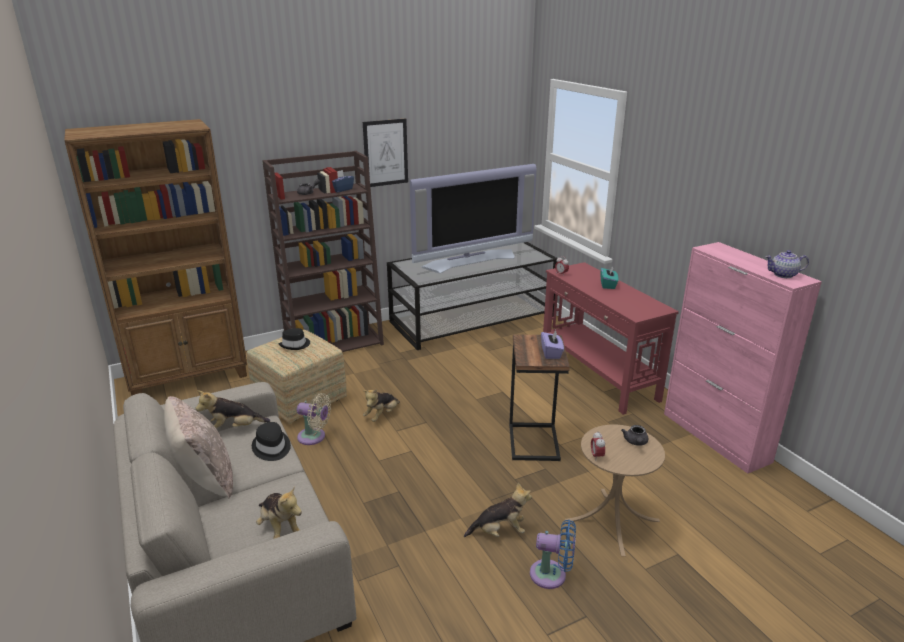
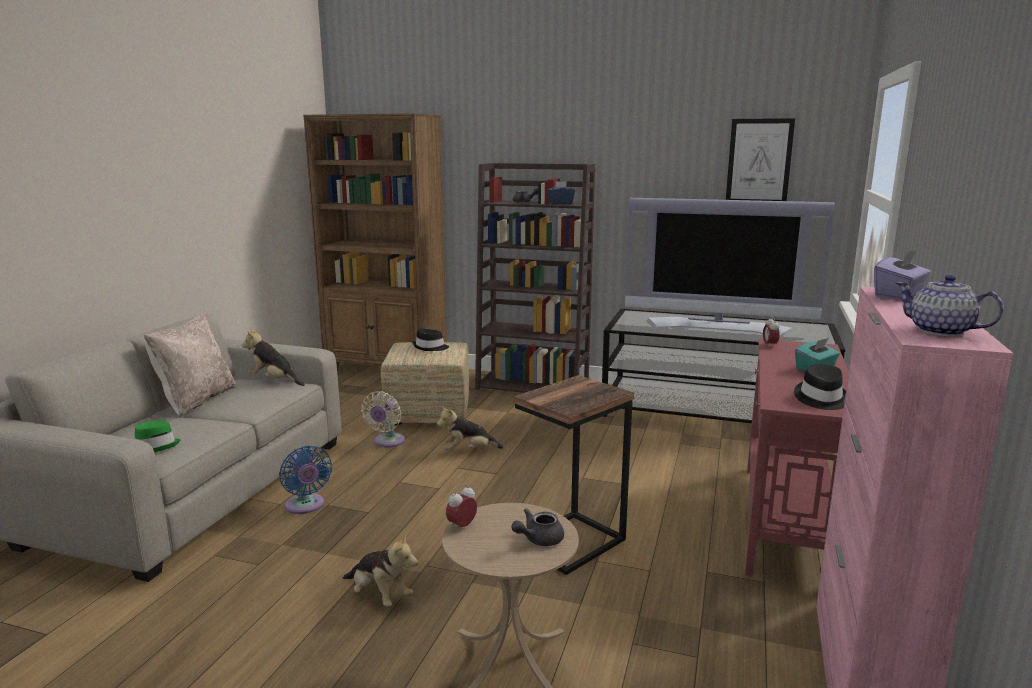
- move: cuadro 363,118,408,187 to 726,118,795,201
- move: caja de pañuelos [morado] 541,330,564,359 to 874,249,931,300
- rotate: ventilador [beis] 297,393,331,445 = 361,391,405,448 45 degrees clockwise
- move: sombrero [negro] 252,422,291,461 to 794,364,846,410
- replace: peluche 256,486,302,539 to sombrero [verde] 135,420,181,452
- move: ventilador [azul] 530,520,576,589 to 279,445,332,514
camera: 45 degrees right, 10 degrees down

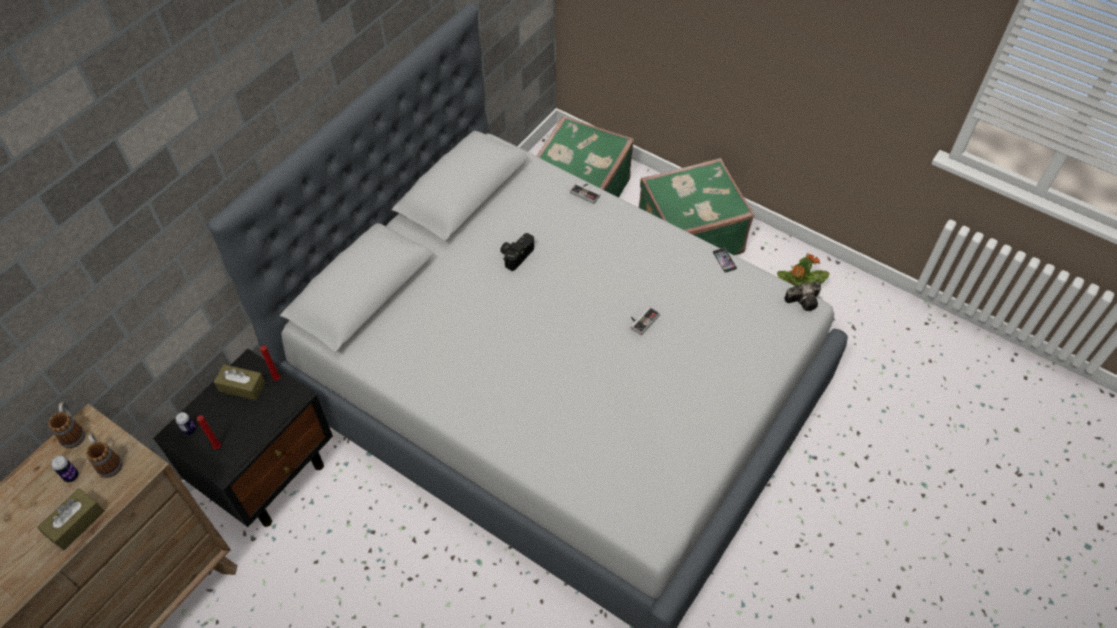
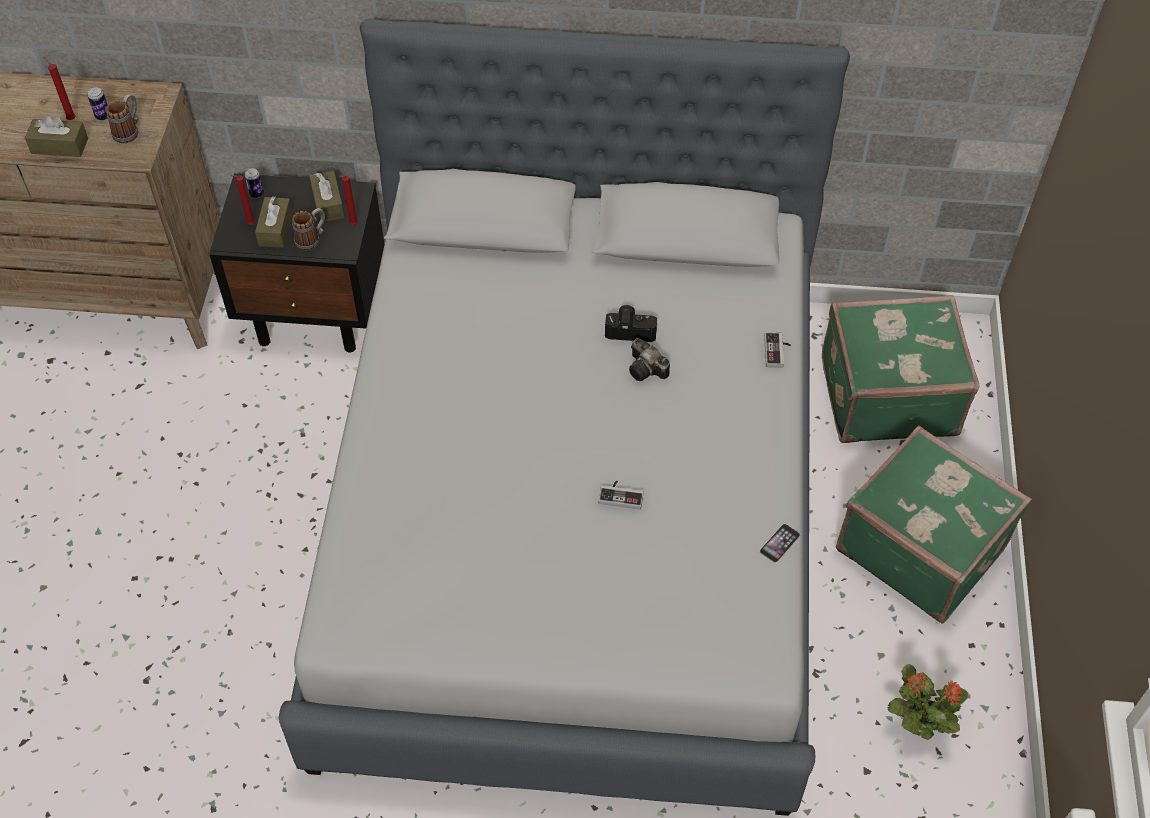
- move: cámara 784,281,821,311 to 629,338,670,381
- move: taza grande 48,402,85,448 to 292,208,325,250
- insert: vela [rojo] 44,57,76,120
- insert: caja de pañuelos [marrón] 255,196,293,247
camera: 60 degrees right, 0 degrees up

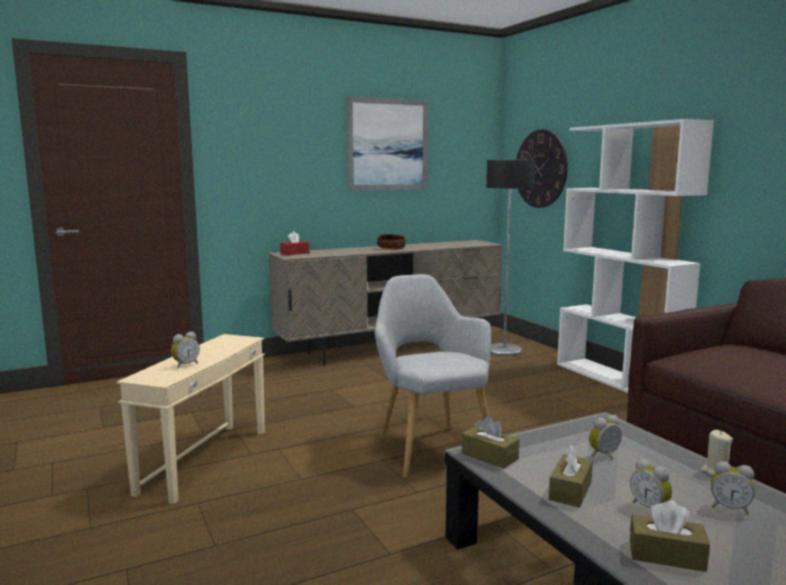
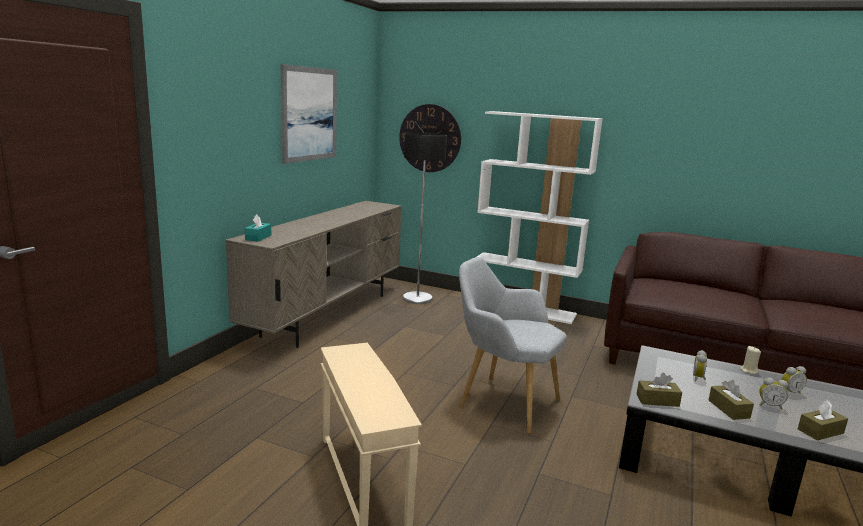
- recolor: caja de pañuelos [rojo] 280,231,310,255 to caja de pañuelos [turquesa] 245,214,271,242
- delete: cuenco 377,234,406,250
- delete: despertador 171,331,200,368
camera: 40 degrees left, 5 degrees up

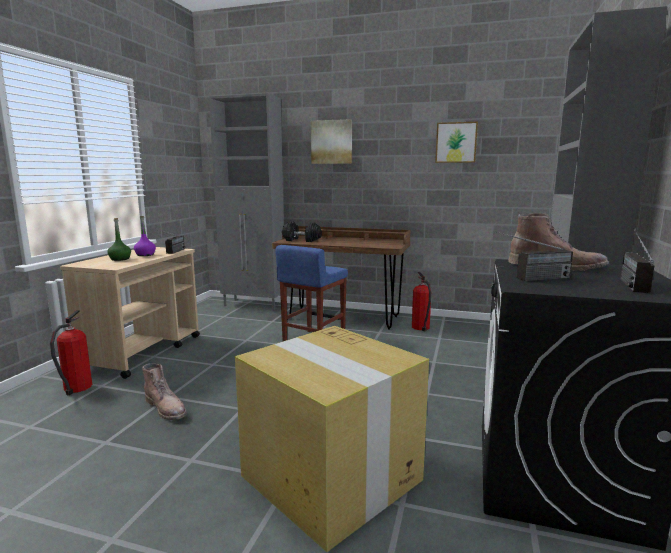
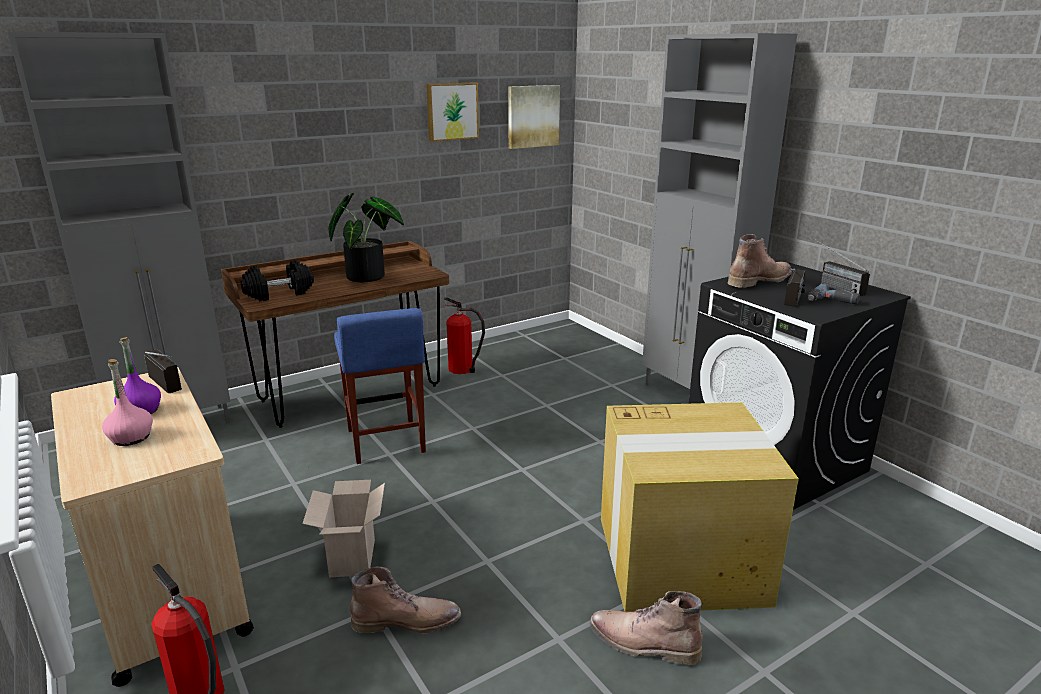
- move: cuadro 311,119,352,164 to 508,85,560,149
- recolor: botella [verde] 107,218,131,261 to botella [rosa] 102,359,153,446
- insert: planta en maceta 328,193,404,282
- insert: taladro 807,284,860,304
- insert: caja de cartón 302,480,385,578
- insert: bota [marrón] 590,591,703,665
camera: 50 degrees left, 10 degrees up

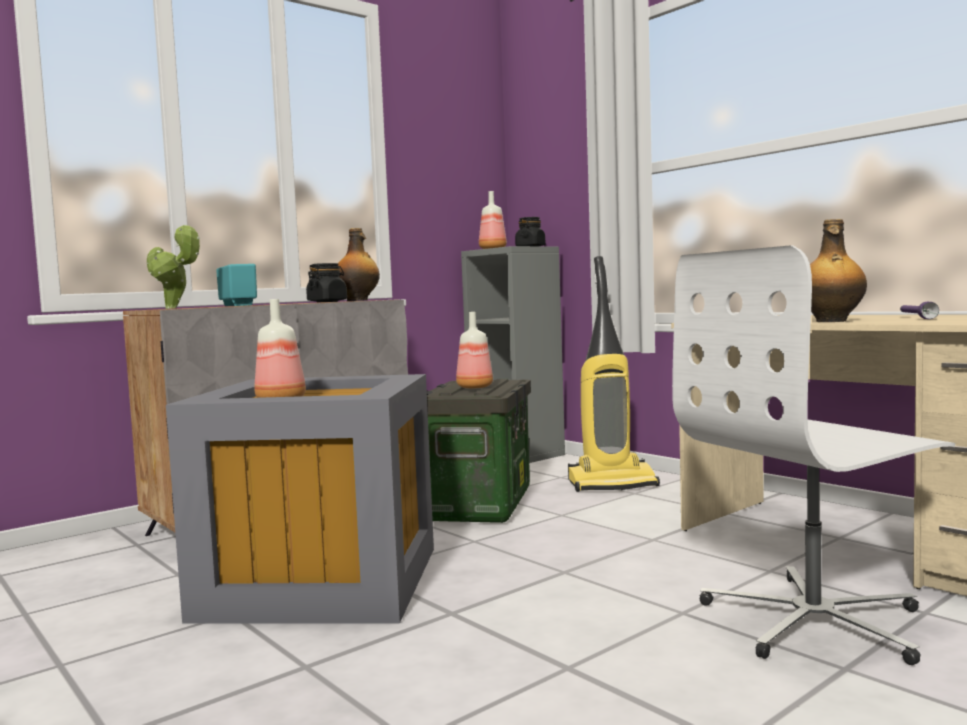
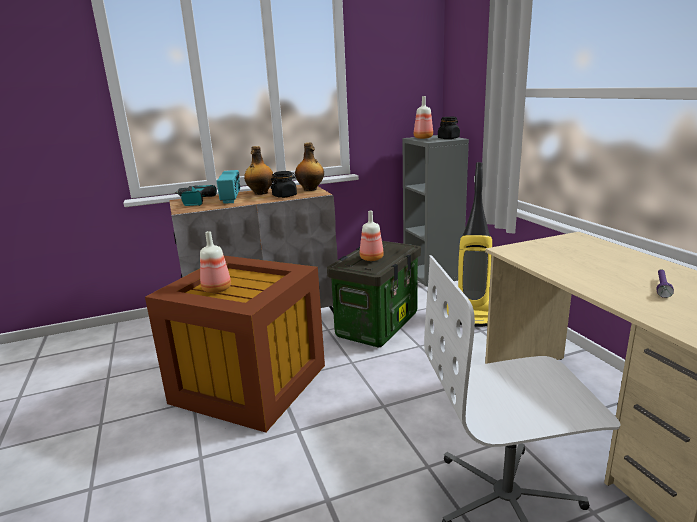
- move: botella 810,219,867,322 to 244,146,274,195
- replace: planta en maceta 147,225,200,309 to taladro 175,185,217,206
- recolor: caja de almacenaje [gris] 166,374,434,624 to caja de almacenaje [marrón] 145,256,325,433
camera: 20 degrees right, 15 degrees up

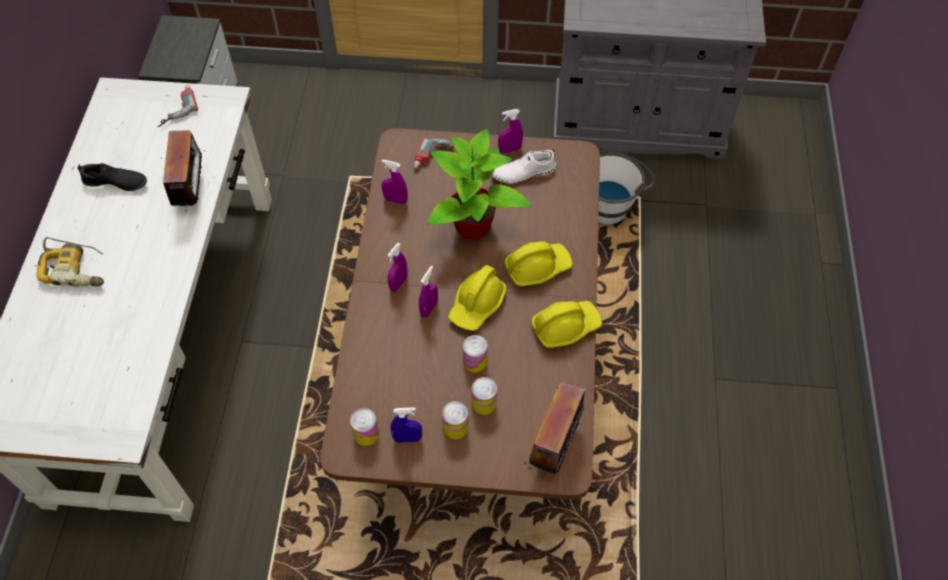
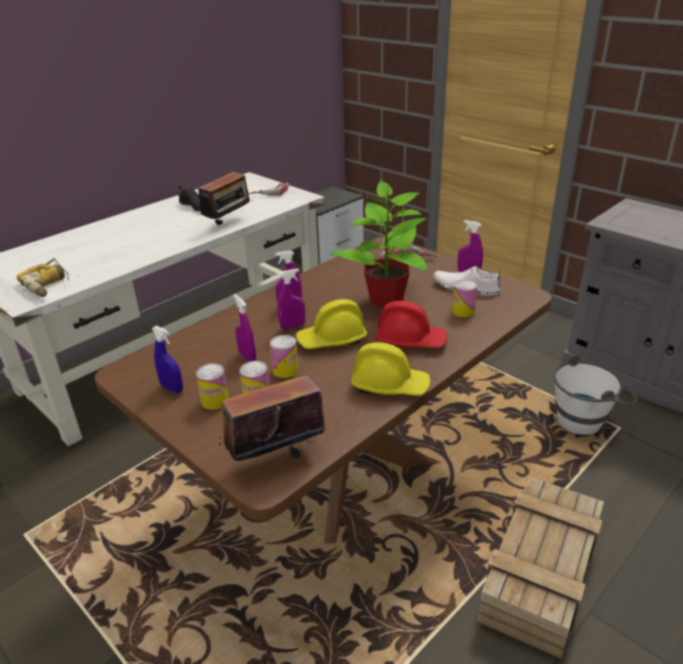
- move: pulverizador [morado] 381,160,408,204 to 234,294,256,362
- move: taladro 36,237,104,287 to 16,258,69,297
- recolor: casco [amarillo] 505,242,573,287 to casco [rojo] 376,301,448,348
- move: lata 350,408,379,446 to 452,279,477,317
- insert: caja de embalaje 477,476,604,659
camera: 40 degrees right, 25 degrees down

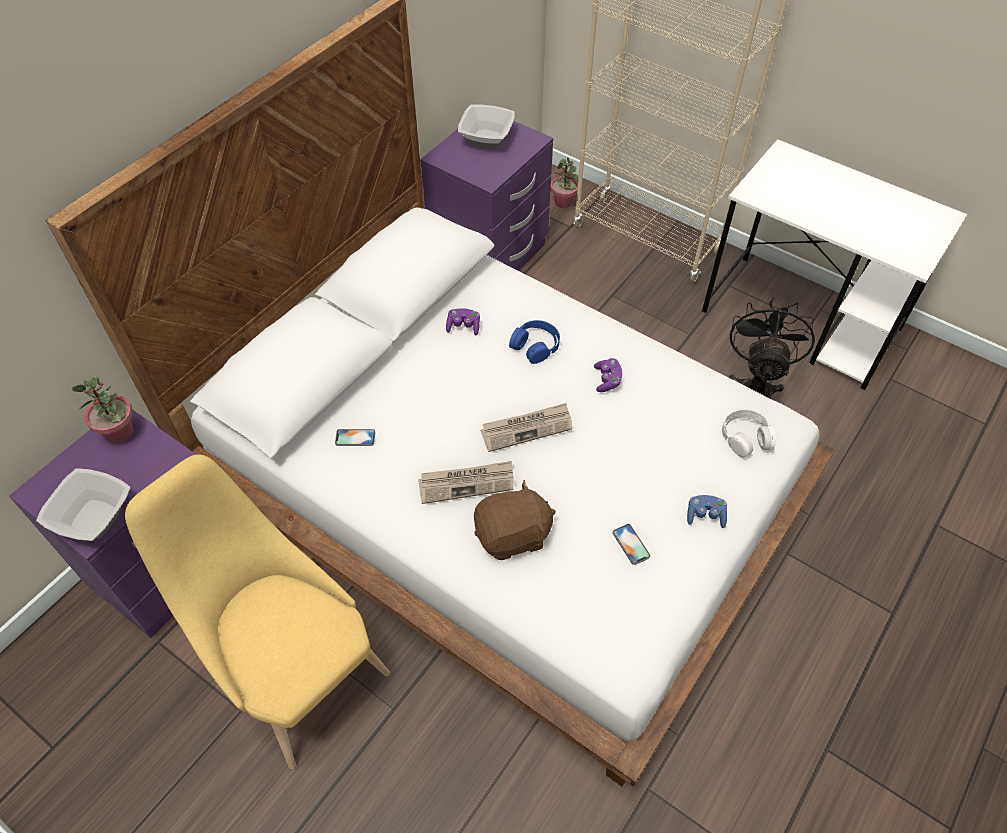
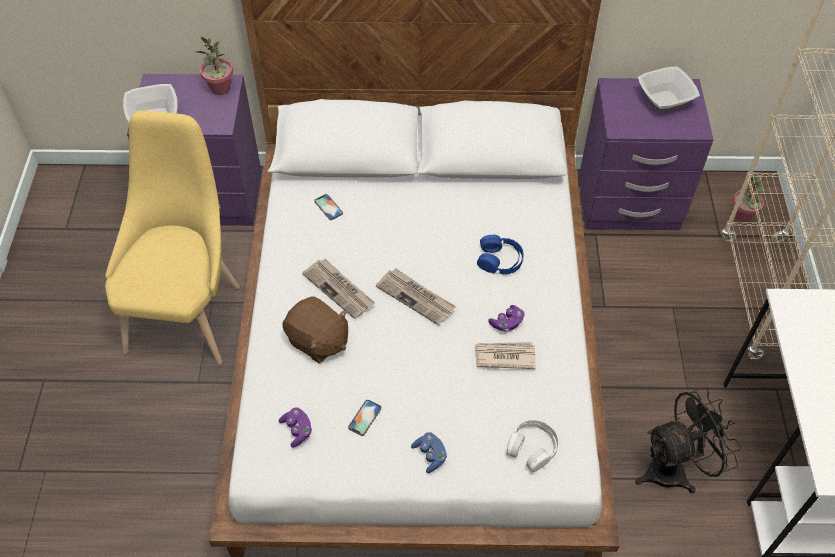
- move: mando de consola [morado] 446,308,480,335 to 279,407,312,447
- insert: periódico 475,342,536,369
camera: 55 degrees right, 0 degrees up

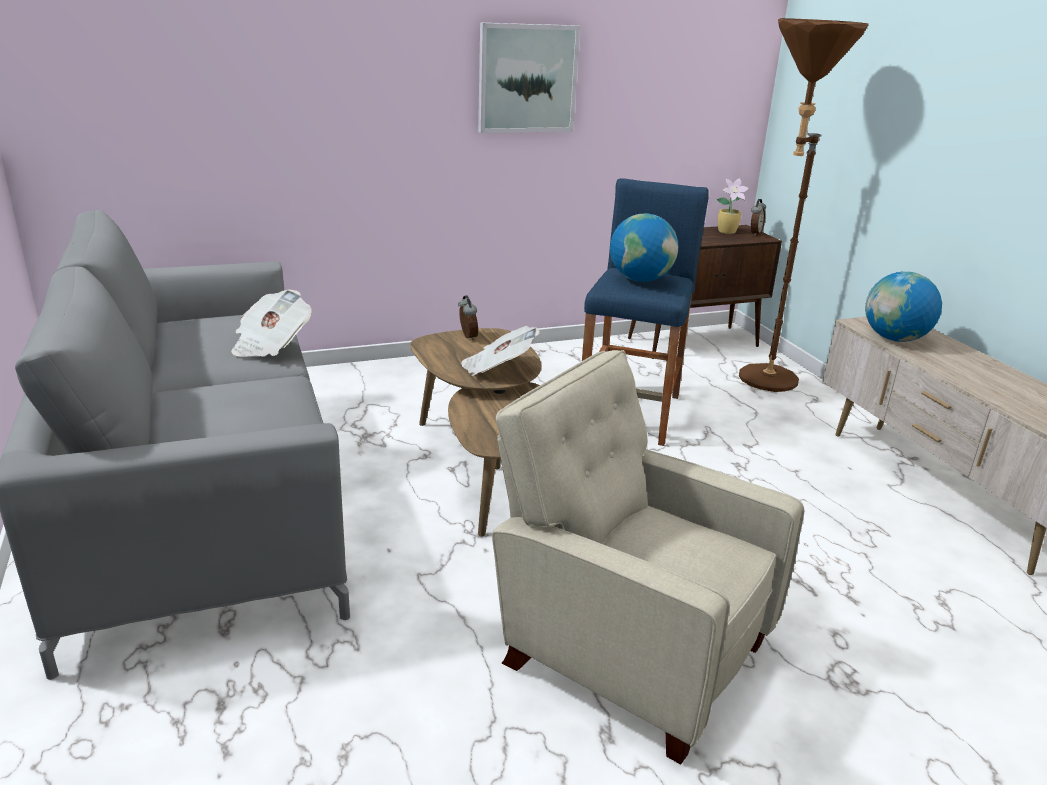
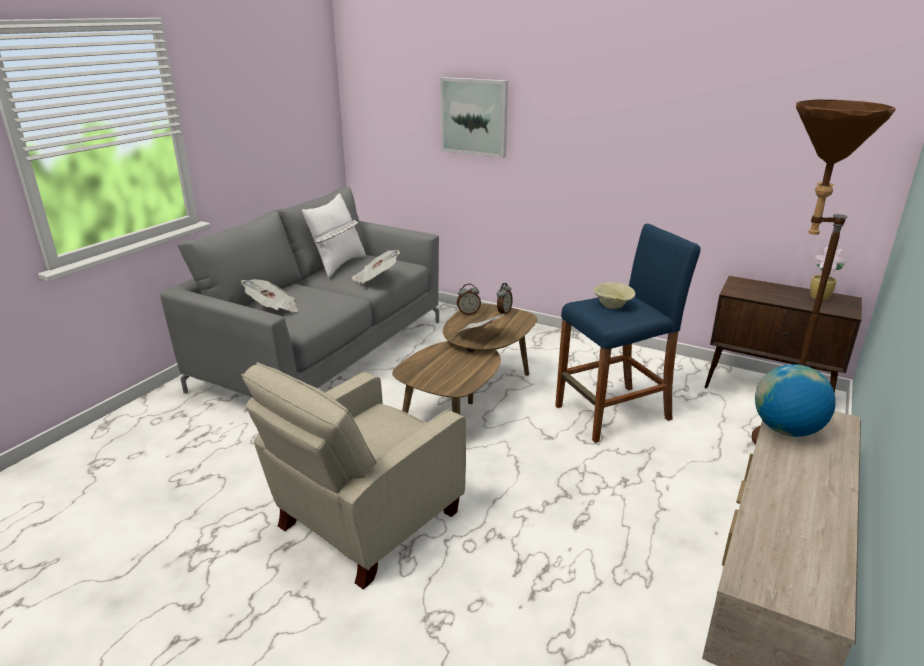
- move: cuadro 478,23,580,133 to 440,77,508,158
- move: despertador 751,199,766,236 to 457,284,481,315
- replace: globo terráqueo 610,213,678,282 to cuenco [beis] 594,282,636,309
- rotate: sillón [beis] 492,350,804,765 = 241,362,466,590 135 degrees counterclockwise
- insert: cojín [blanco] 302,194,365,278
- insert: periódico 241,279,298,312
camera: 50 degrees right, 0 degrees up

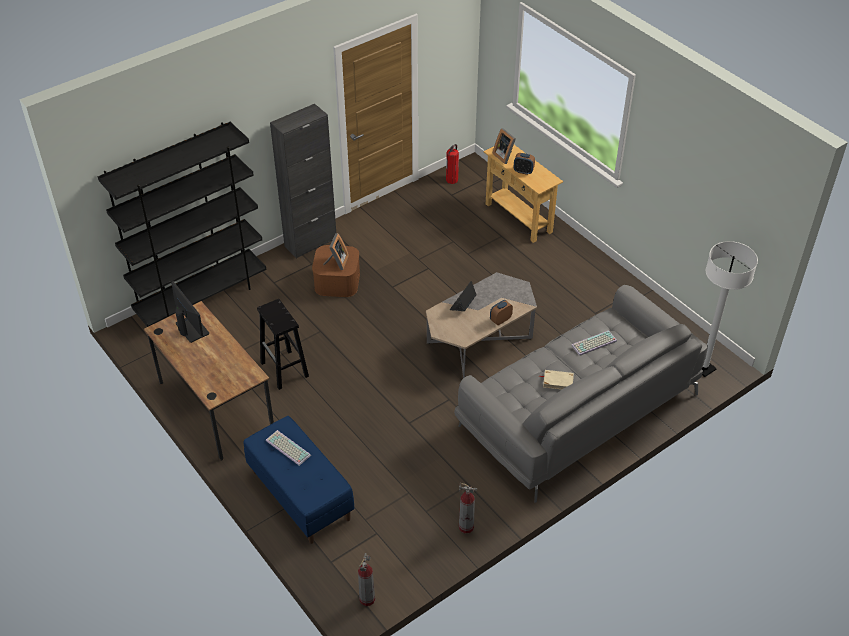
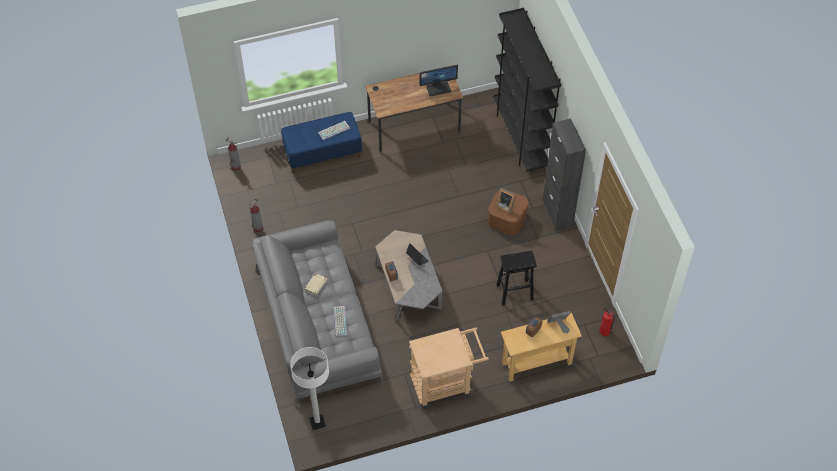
- move: taburete [negro] 257,299,309,390 to 497,250,537,306
- insert: carrito [beis] 409,328,489,409
camera: 110 degrees right, 10 degrees up

